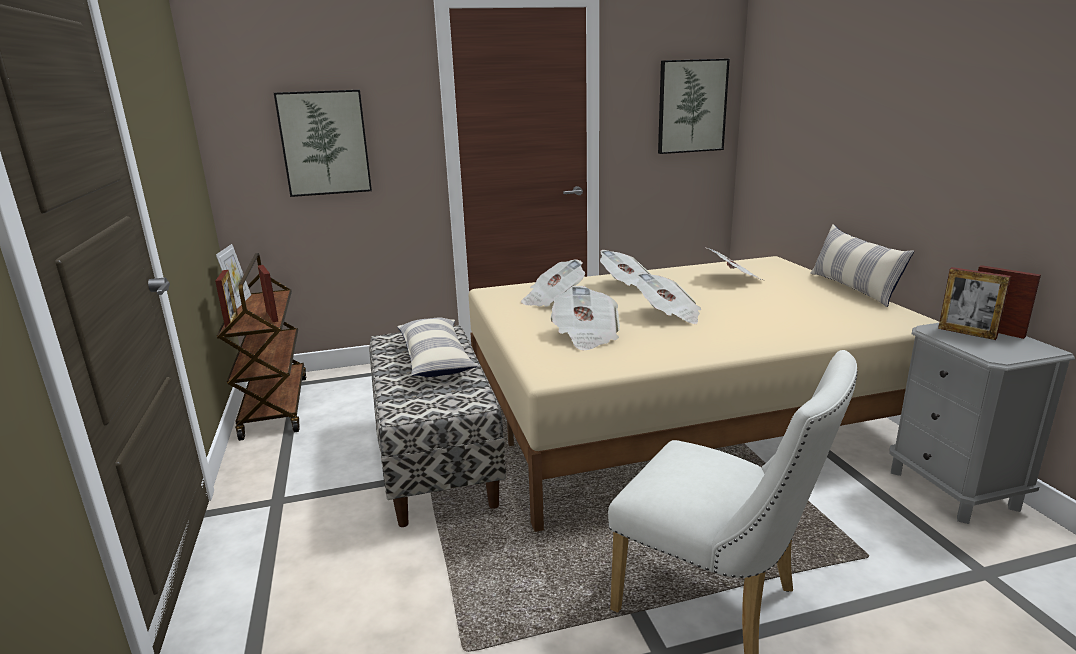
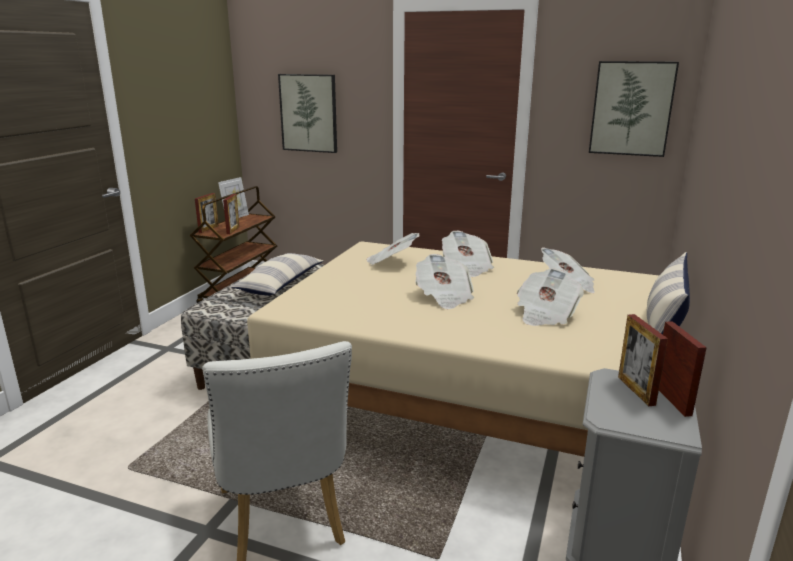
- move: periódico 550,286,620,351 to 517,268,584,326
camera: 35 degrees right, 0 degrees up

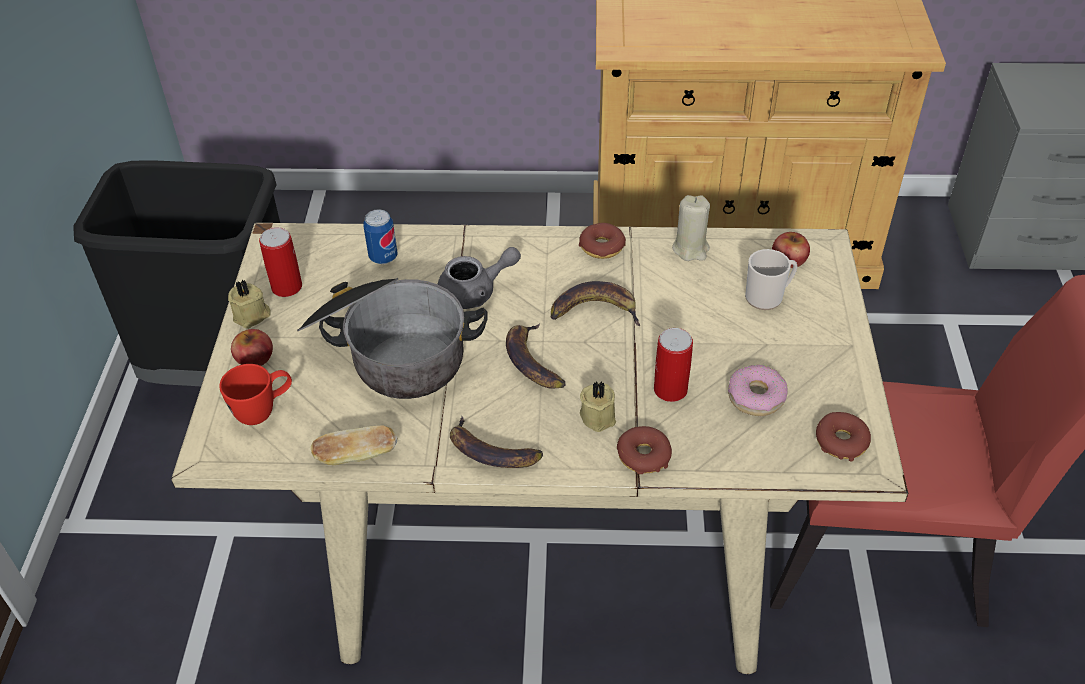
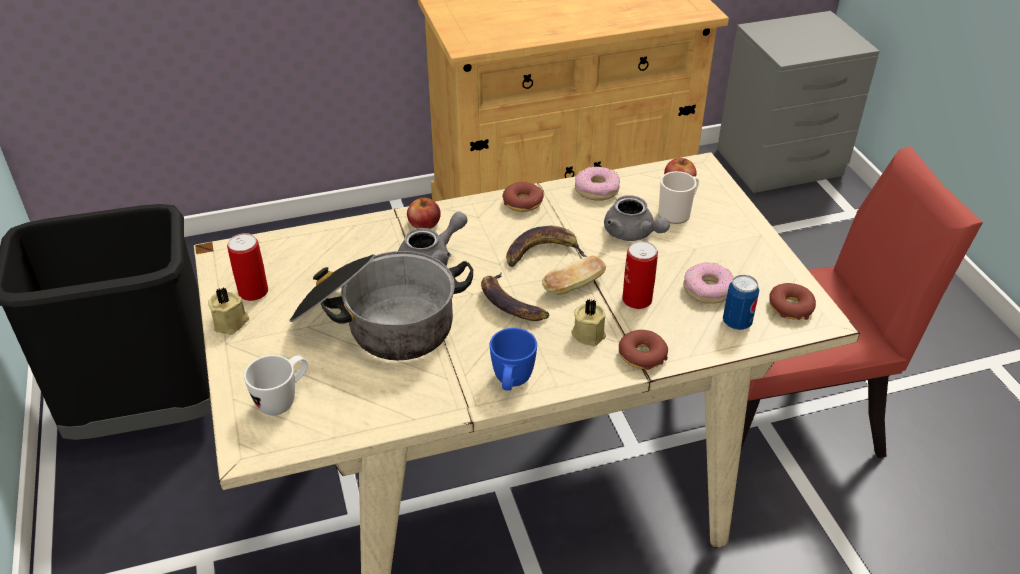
- replace: vela [beis] 672,195,710,261 to rosquilla 575,166,620,201
- move: lata 363,209,397,264 to 723,275,760,330
- move: manzana 231,329,273,366 to 407,198,441,229
- recolor: taza grande [rojo] 219,364,292,425 to taza grande [blanco] 244,355,308,415
- replace: plátano 450,416,543,468 to taza grande [azul] 490,328,537,390
- move: pan 311,426,397,465 to 542,256,606,295
- insert: tetera [gris] 604,195,670,241
camera: 20 degrees left, 5 degrees down

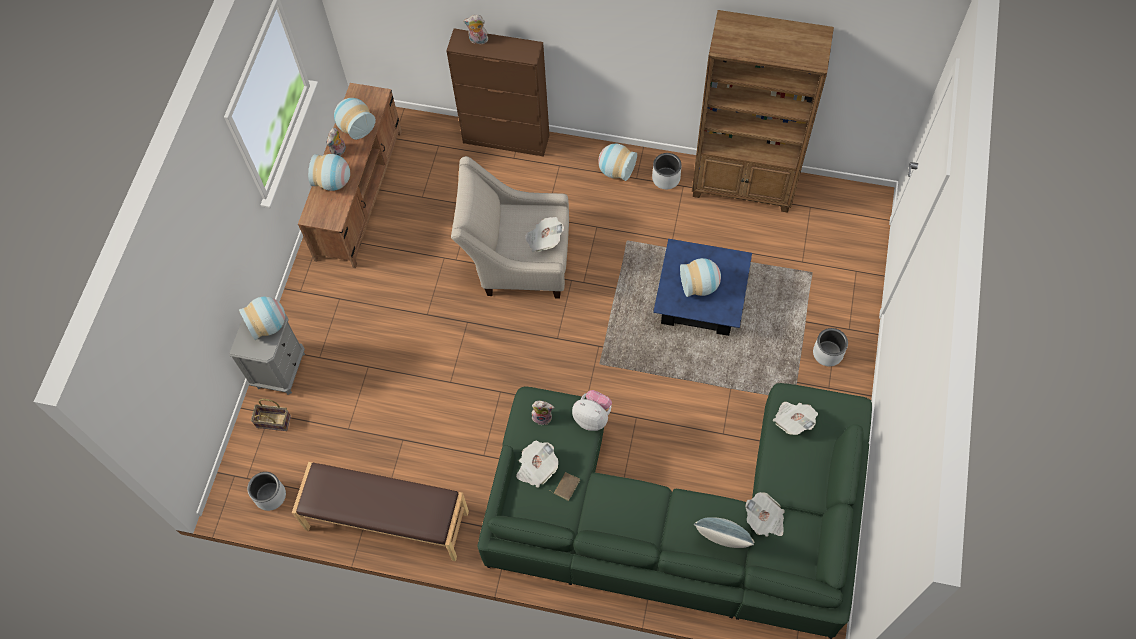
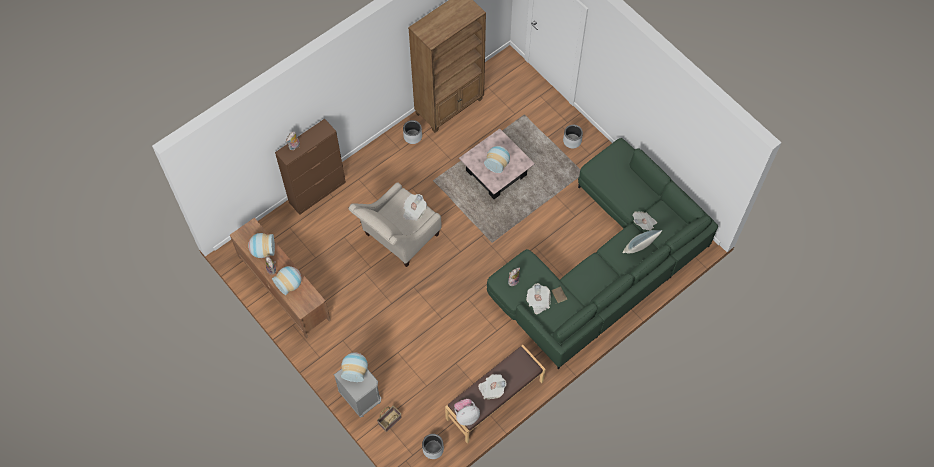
- delete: florero 598,144,637,181
- recolor: mesa de centro [azul] 653,239,752,336 to mesa de centro [rosa] 459,129,535,199
- move: peluche 572,390,612,431 to 454,399,480,426
- move: periódico 773,402,818,435 to 478,374,507,399
camera: 55 degrees left, 0 degrees up

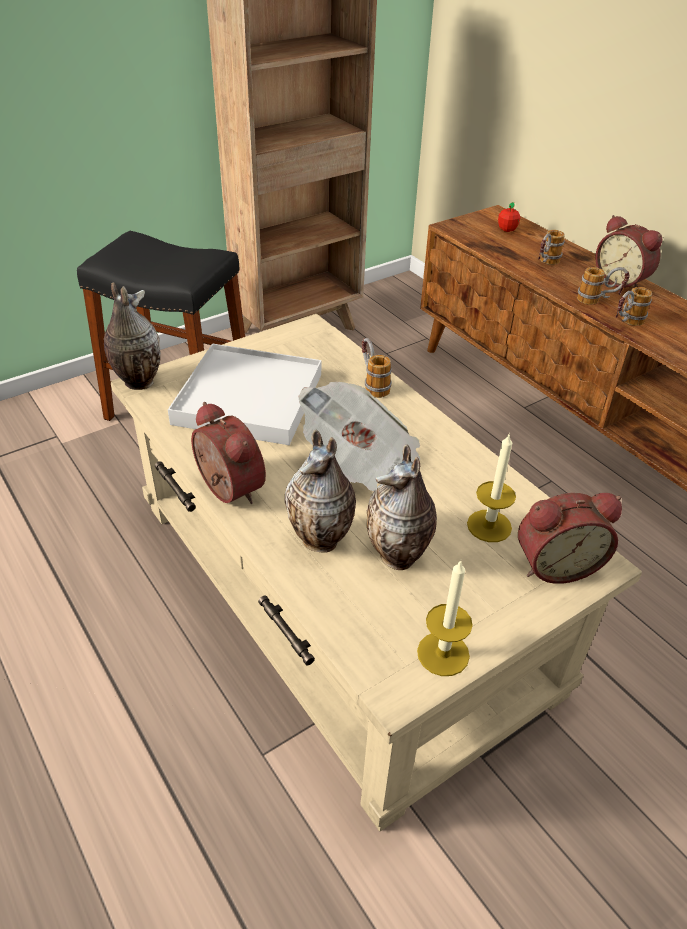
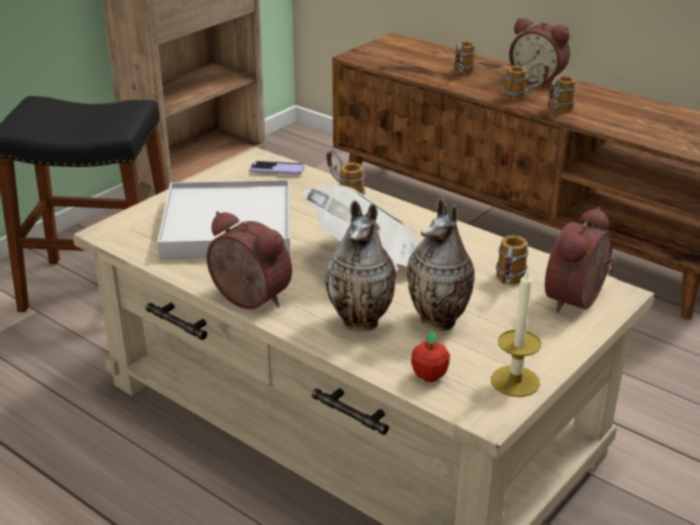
- move: manzana 498,202,520,232 to 411,331,450,382
- delete: florero 104,282,161,390
- replace: vela 467,433,516,542 to taza grande 496,235,528,285
- rotate: despertador 518,493,622,584 = 545,207,616,313 150 degrees clockwise
- insert: móvil 249,161,305,175
camera: 15 degrees left, 10 degrees down

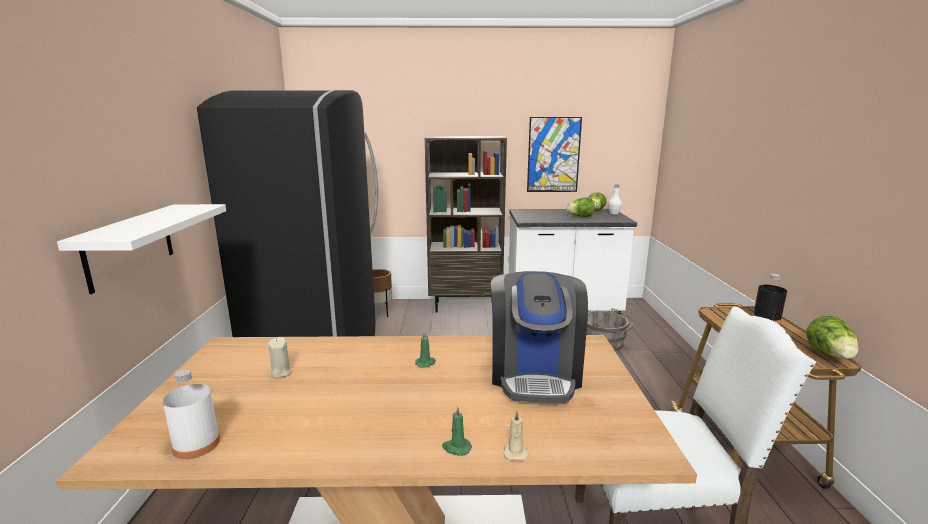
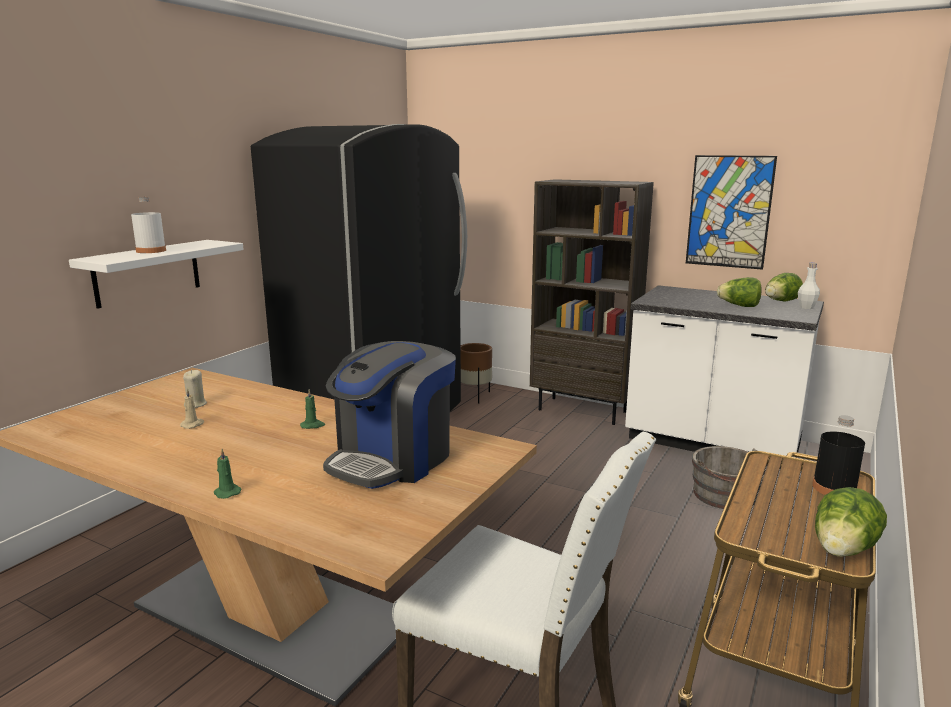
- move: botella [blanco] 163,369,220,459 to 131,197,166,253
- move: vela [beis] 503,410,529,461 to 180,388,205,429
camera: 30 degrees right, 0 degrees up

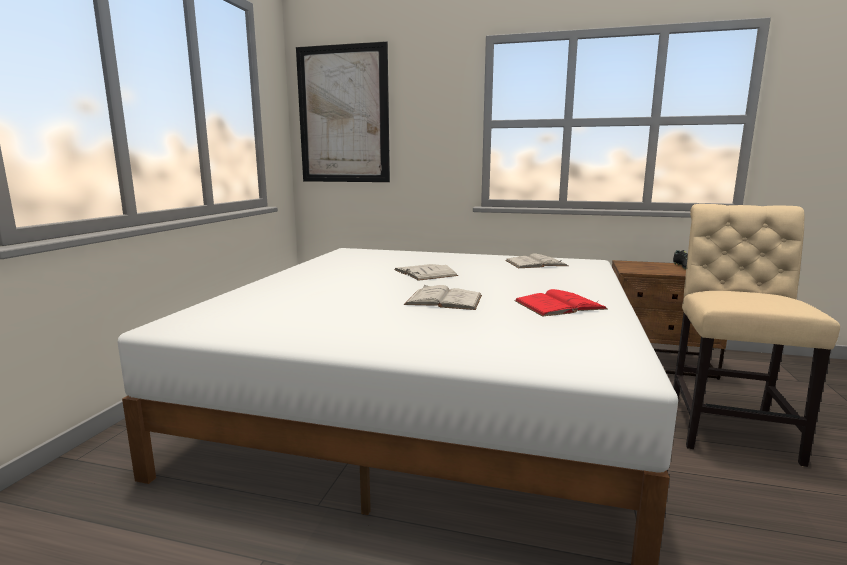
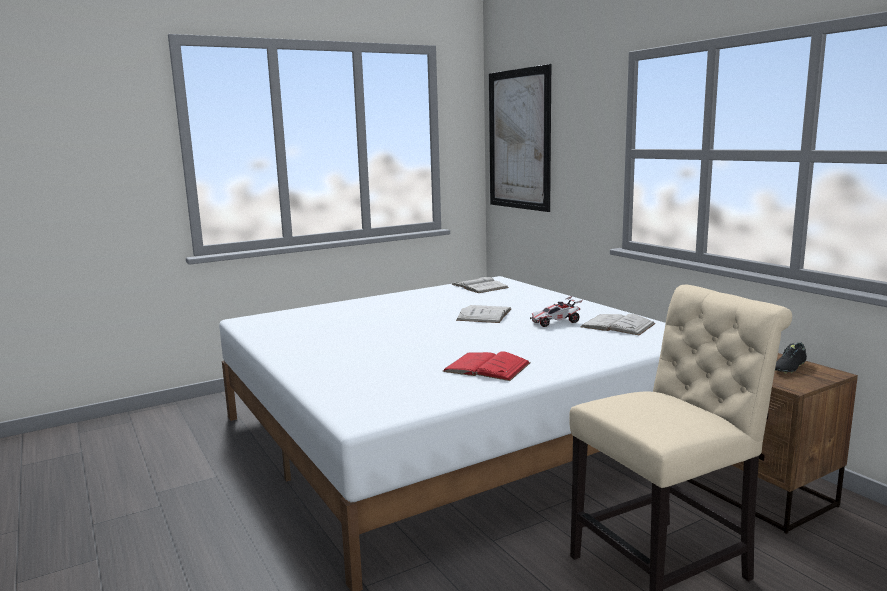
- move: libro [blanco] 404,285,482,310 to 452,276,509,293
- insert: coche de juguete 530,296,582,327
camera: 45 degrees right, 0 degrees up

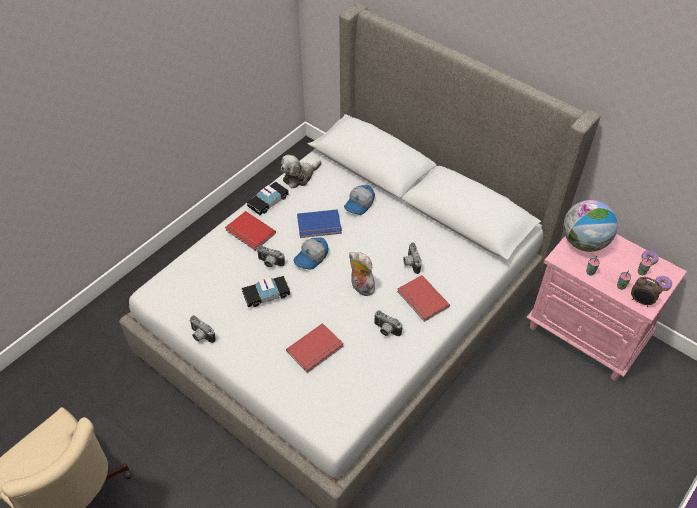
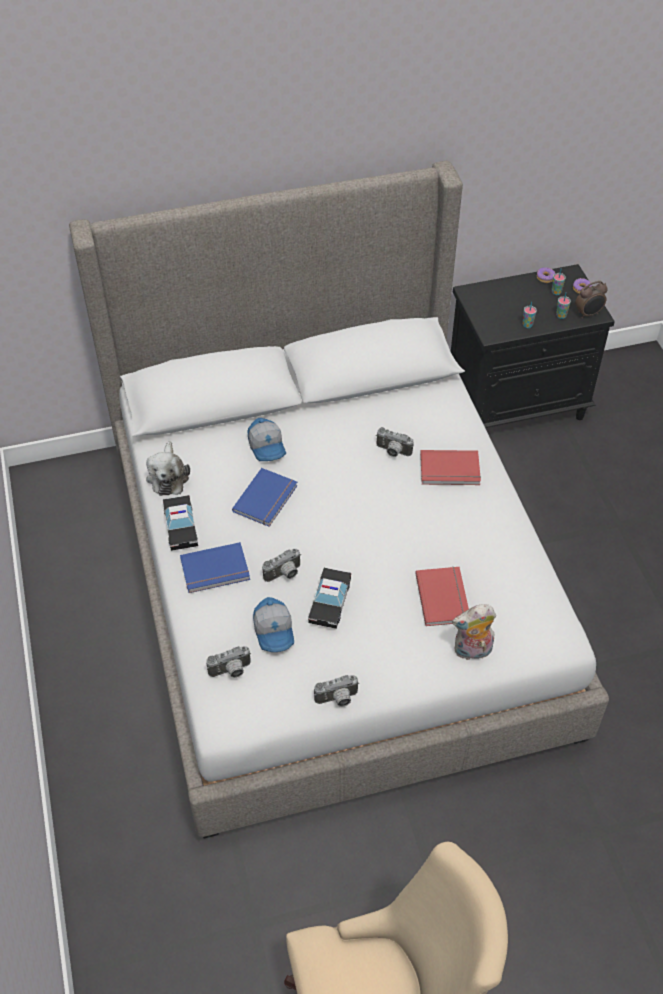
- delete: globo terráqueo 563,200,618,252
- recolor: libro [rojo] 225,211,276,251 to libro [azul] 180,542,250,593
- recolor: mesita de noche [rosa] 526,234,687,380 to mesita de noche [negro] 451,264,615,428
- move: gorra 293,238,329,270 to 253,597,294,652
- move: peluche 349,252,375,296 to 452,604,496,660
- move: cámara 374,310,403,336 to 206,646,251,678
camera: 55 degrees left, 0 degrees up

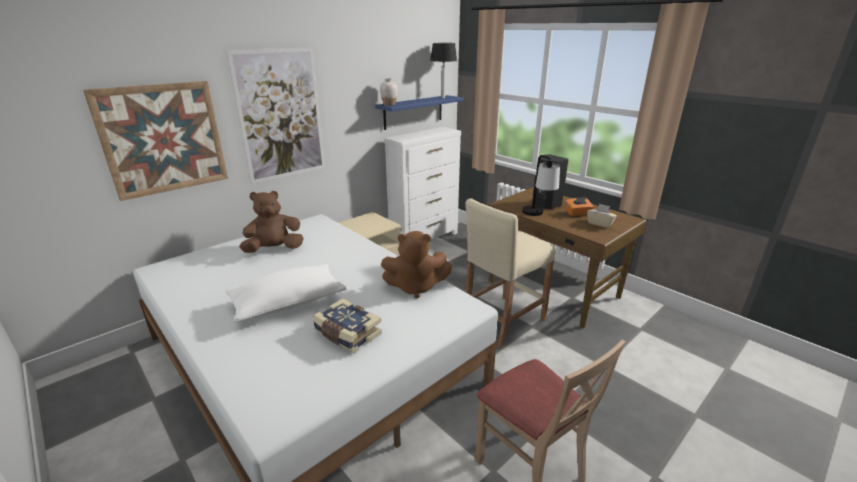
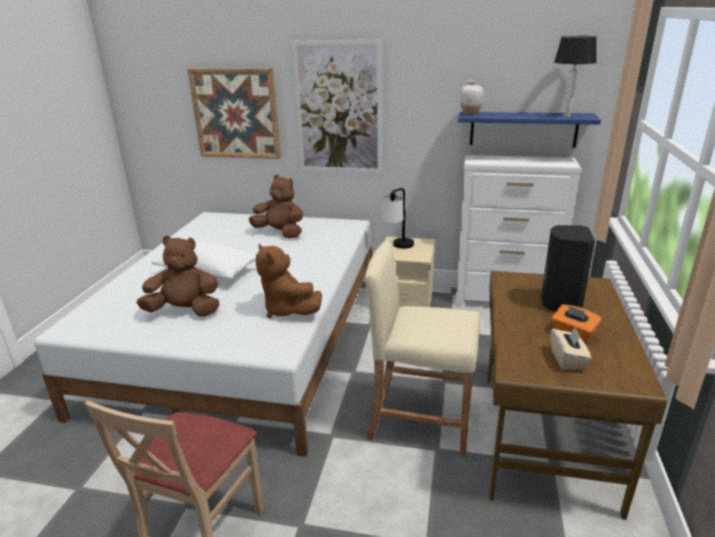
- move: lámpara de mesa 522,155,560,216 to 381,188,414,249
- replace: libro 313,298,382,353 to peluche [marrón] 136,235,220,317
camera: 55 degrees right, 0 degrees up

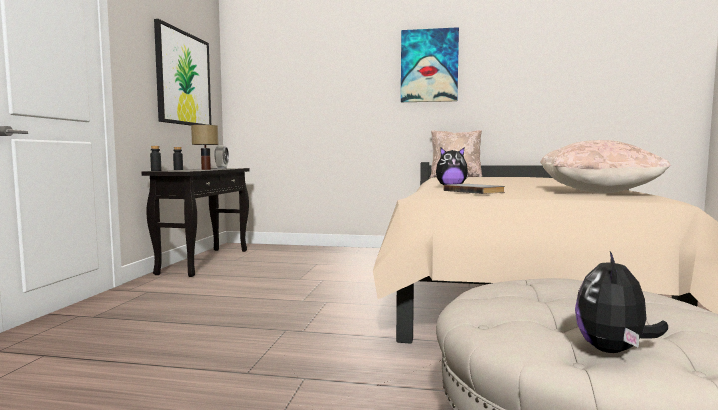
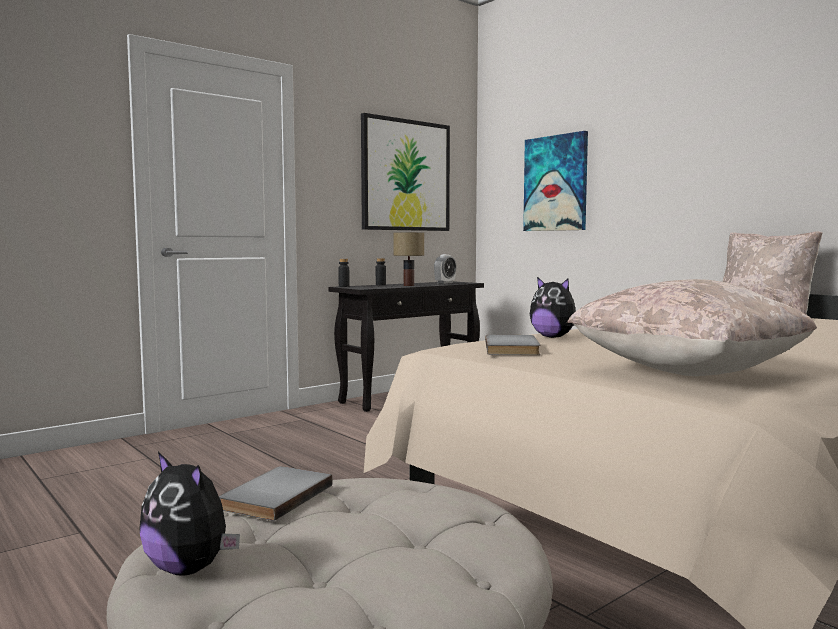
- move: cuadro 401,27,459,102 to 523,131,588,231
- rotate: peluche 575,251,668,353 = 139,452,240,576 120 degrees counterclockwise
- insert: libro [gris] 219,466,333,521
camera: 40 degrees right, 0 degrees up

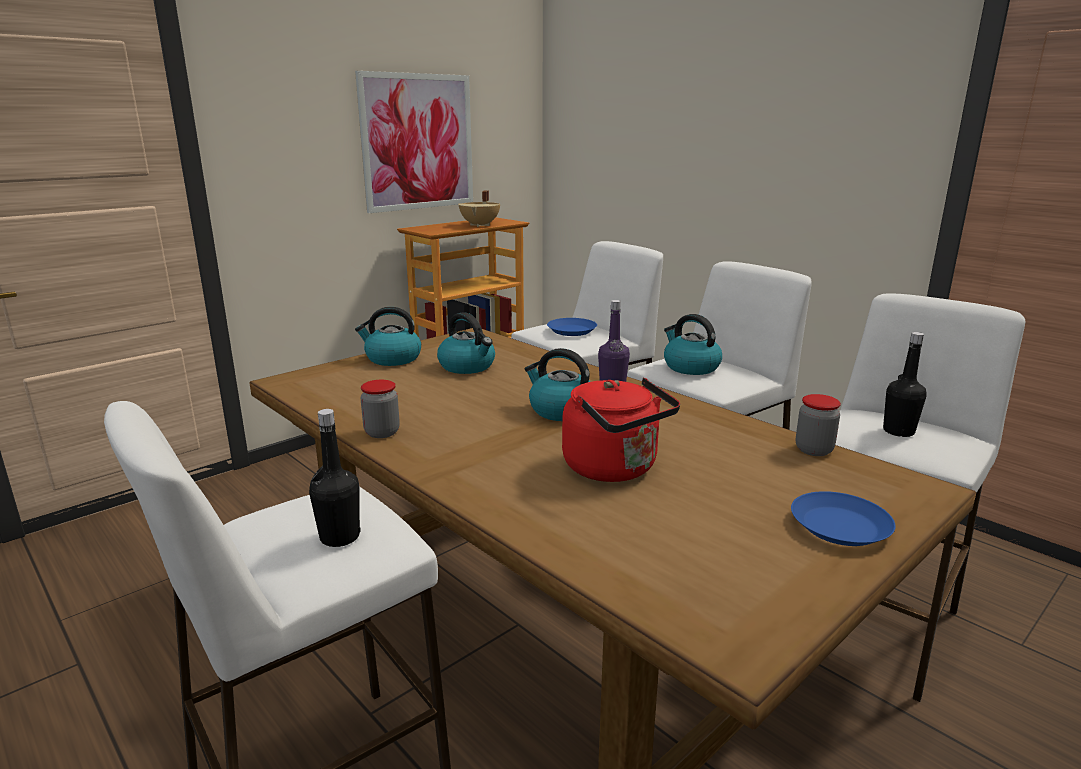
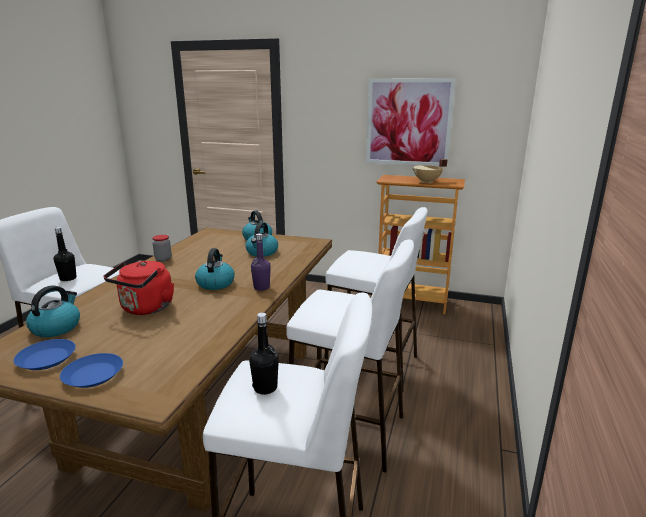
- move: hervidor 664,314,722,375 to 26,285,80,337
- move: plato [azul] 547,318,597,336 to 13,339,76,370
- delete: tarro 796,394,841,456
camera: 60 degrees right, 0 degrees up

